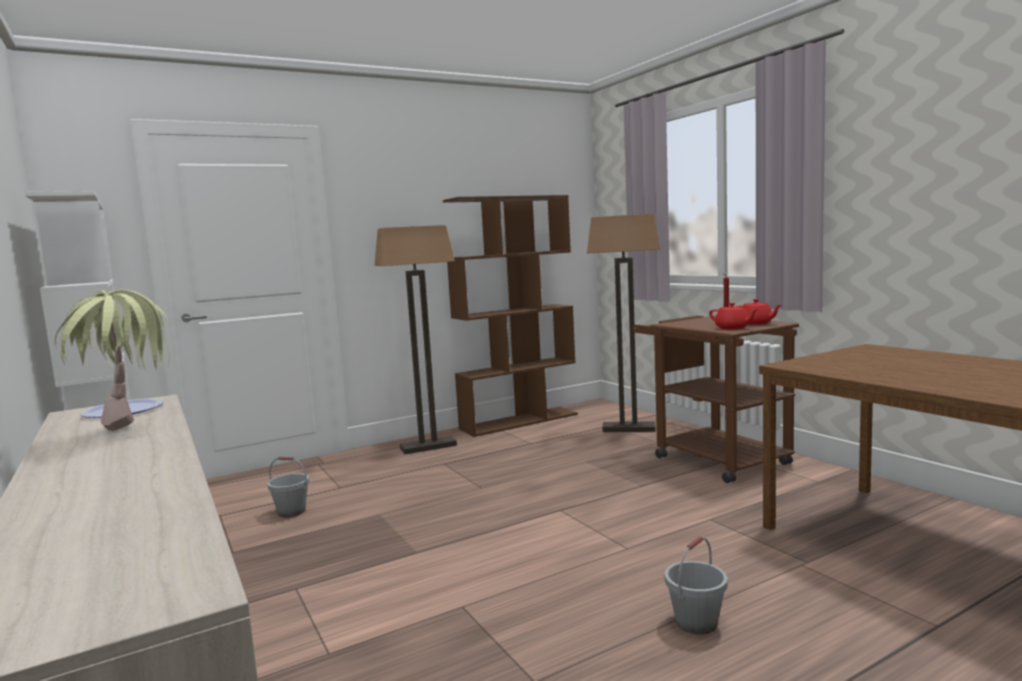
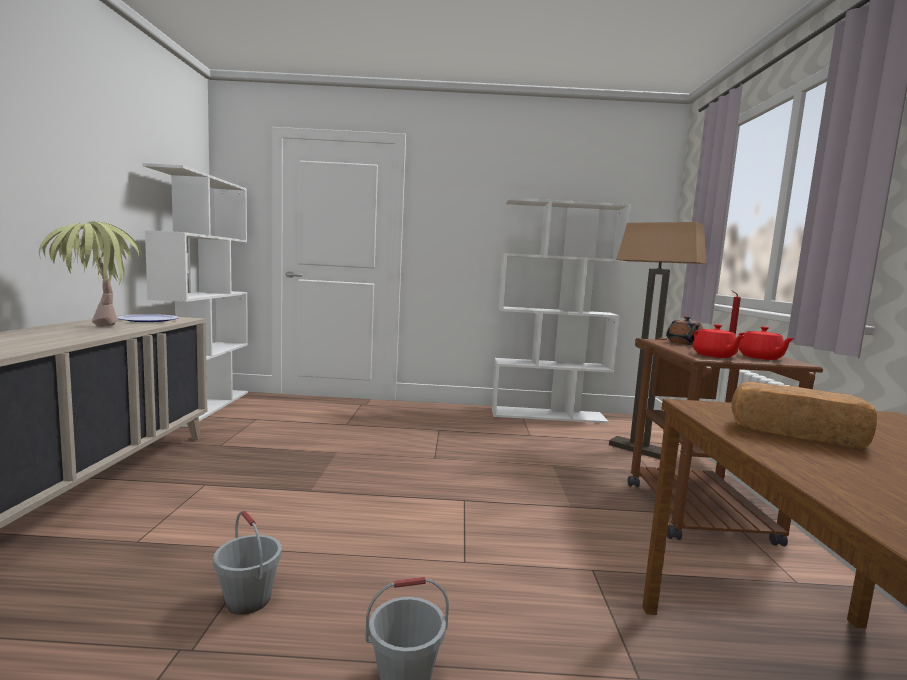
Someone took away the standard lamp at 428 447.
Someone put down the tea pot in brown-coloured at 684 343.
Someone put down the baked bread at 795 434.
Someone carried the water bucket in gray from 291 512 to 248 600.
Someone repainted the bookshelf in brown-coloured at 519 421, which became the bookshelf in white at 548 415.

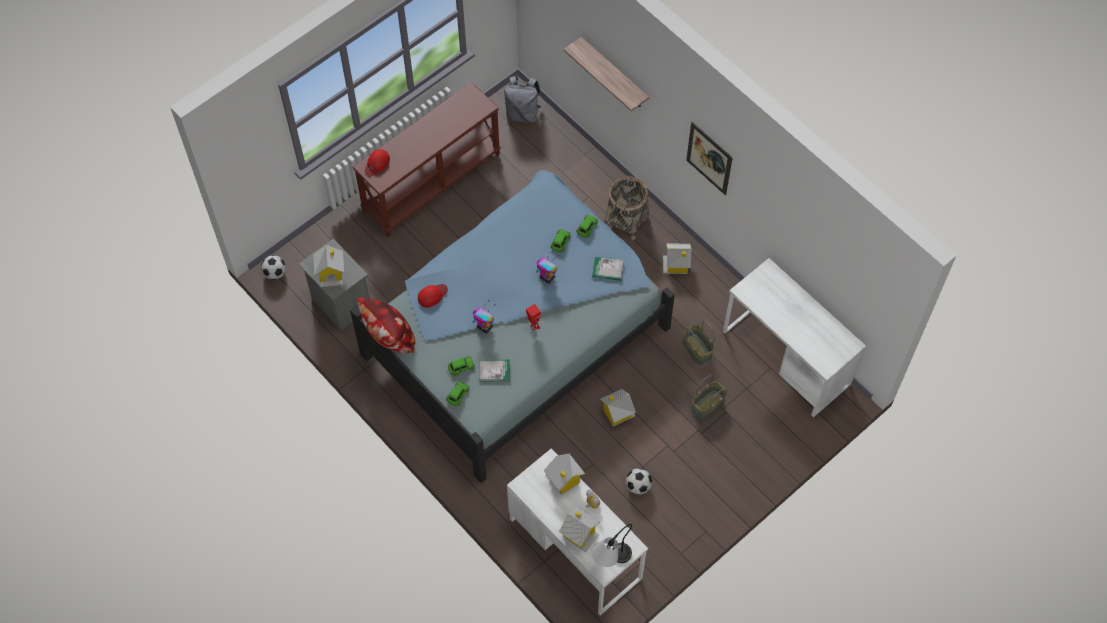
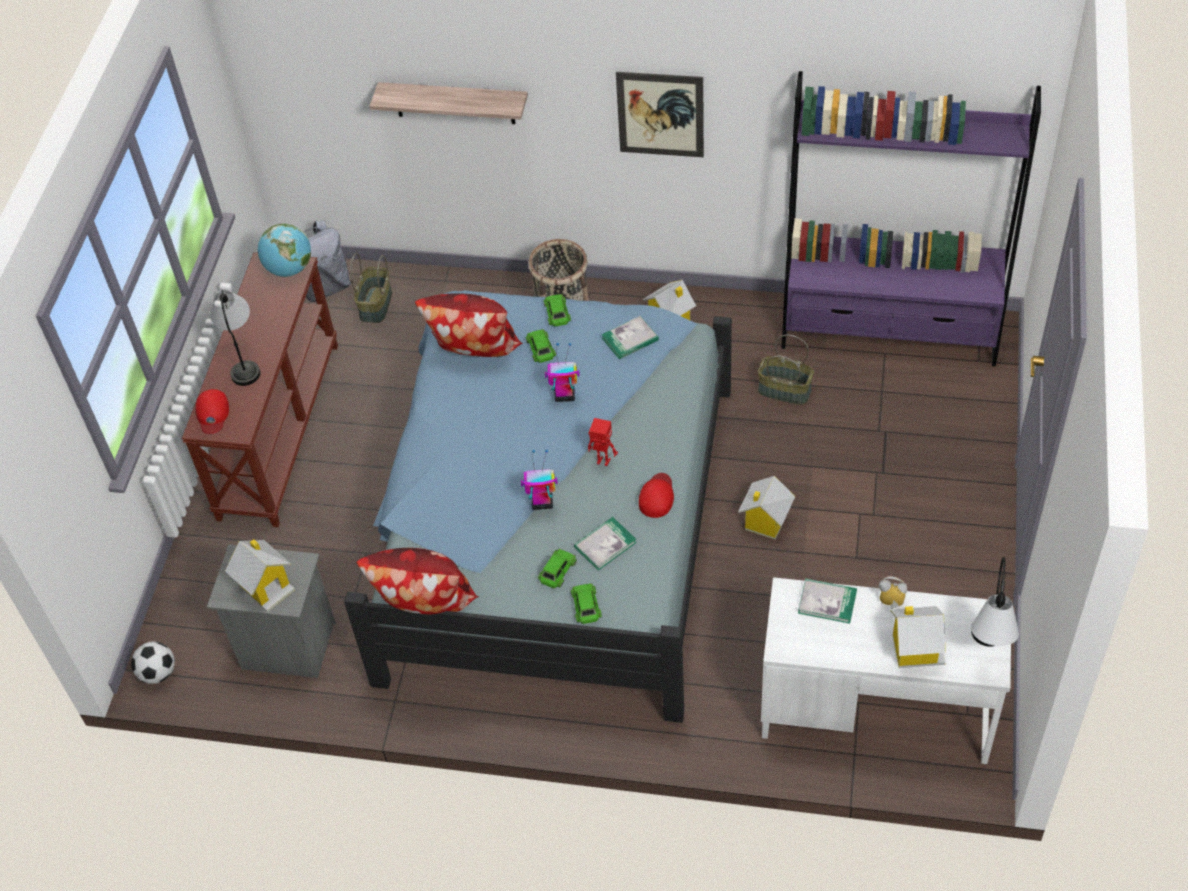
Someone took away the football at 638 486.
Someone put down the tabletop lamp at 244 359.
Someone put down the globe at 289 269.
Someone put down the throw pillow at 475 350.
Someone carried the peaked cap in red-coloured from 432 295 to 657 496.
Someone carried the storage basket from 708 406 to 376 305.
Someone swapped the miniature house at 563 480 for the bound book at 827 602.
Someone swapped the desk table in white at 786 358 for the bookshelf in purple at 890 332.

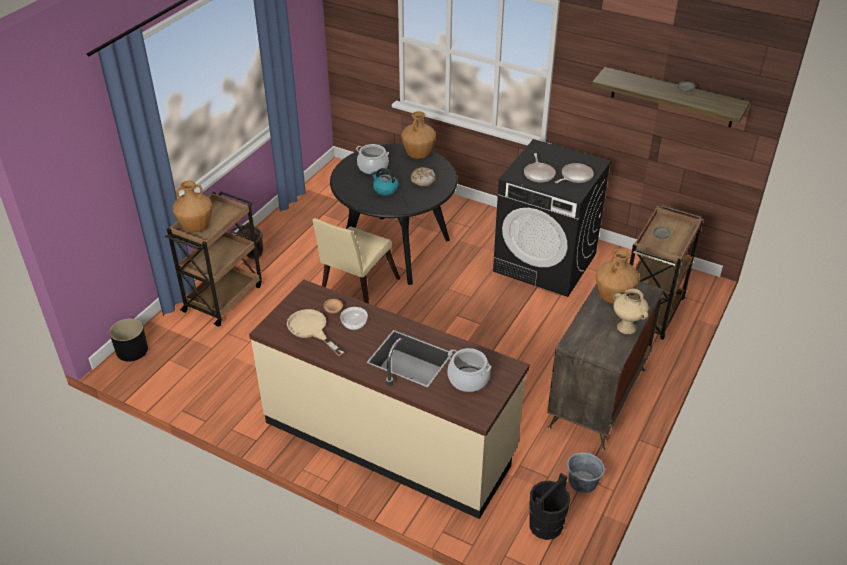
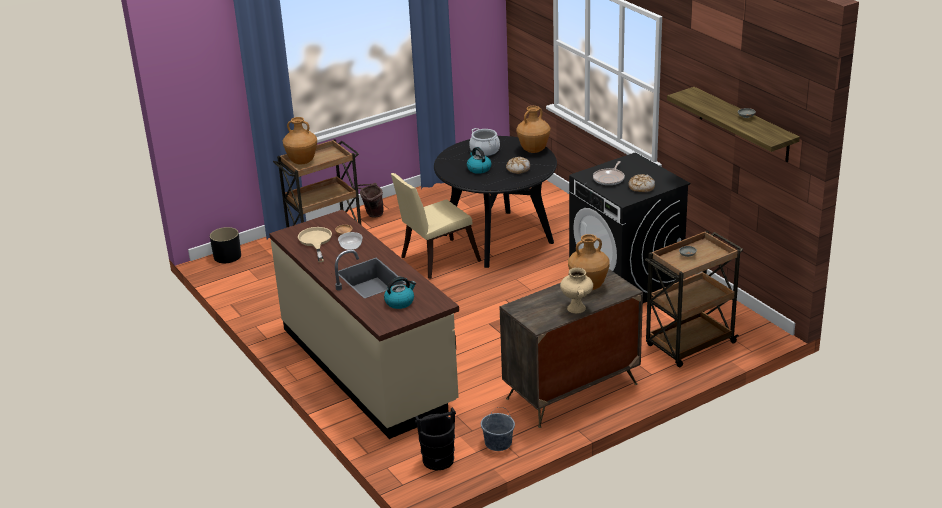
Someone swapped the stockpot at 468 379 for the kettle at 400 302.
Someone swapped the pan at 575 176 for the baked bread at 641 187.

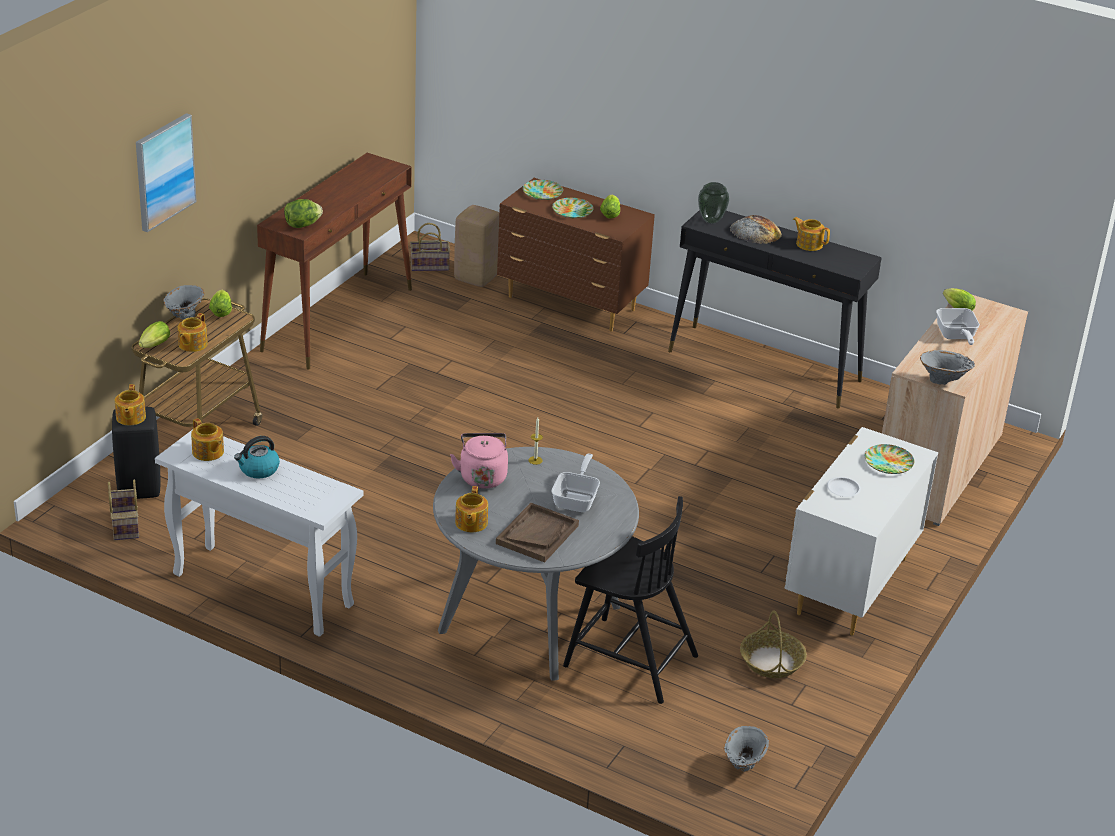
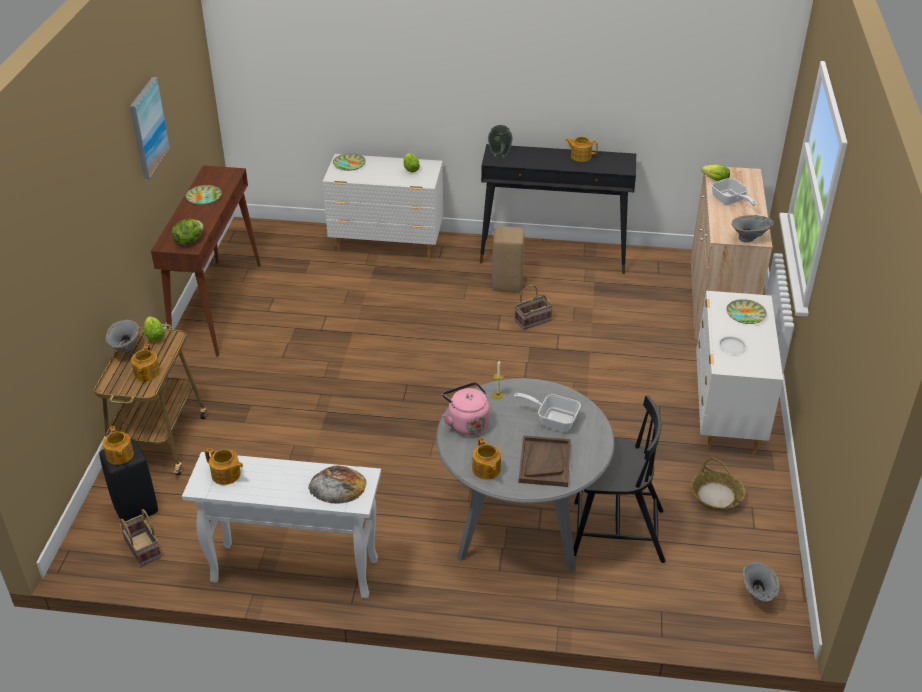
Someone took away the lettuce at 153 346.
Someone took away the kettle at 258 469.
Someone carried the wall art from 164 171 to 148 127.
Someone carried the storage basket from 430 265 to 533 320.
Someone carried the stool seat in beige-coloured from 476 277 to 506 284.
Someone carried the dinner plate from 573 211 to 204 197.
Someone carried the baked bread from 755 232 to 337 485.
Someone repainted the drawer chest in brown-coloured at 571 304, which became the drawer chest in white at 387 245.
Someone rotated the pan at 577 499 by 60 degrees counterclockwise.

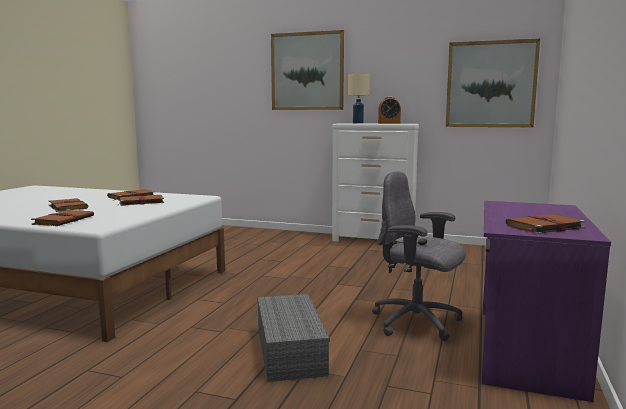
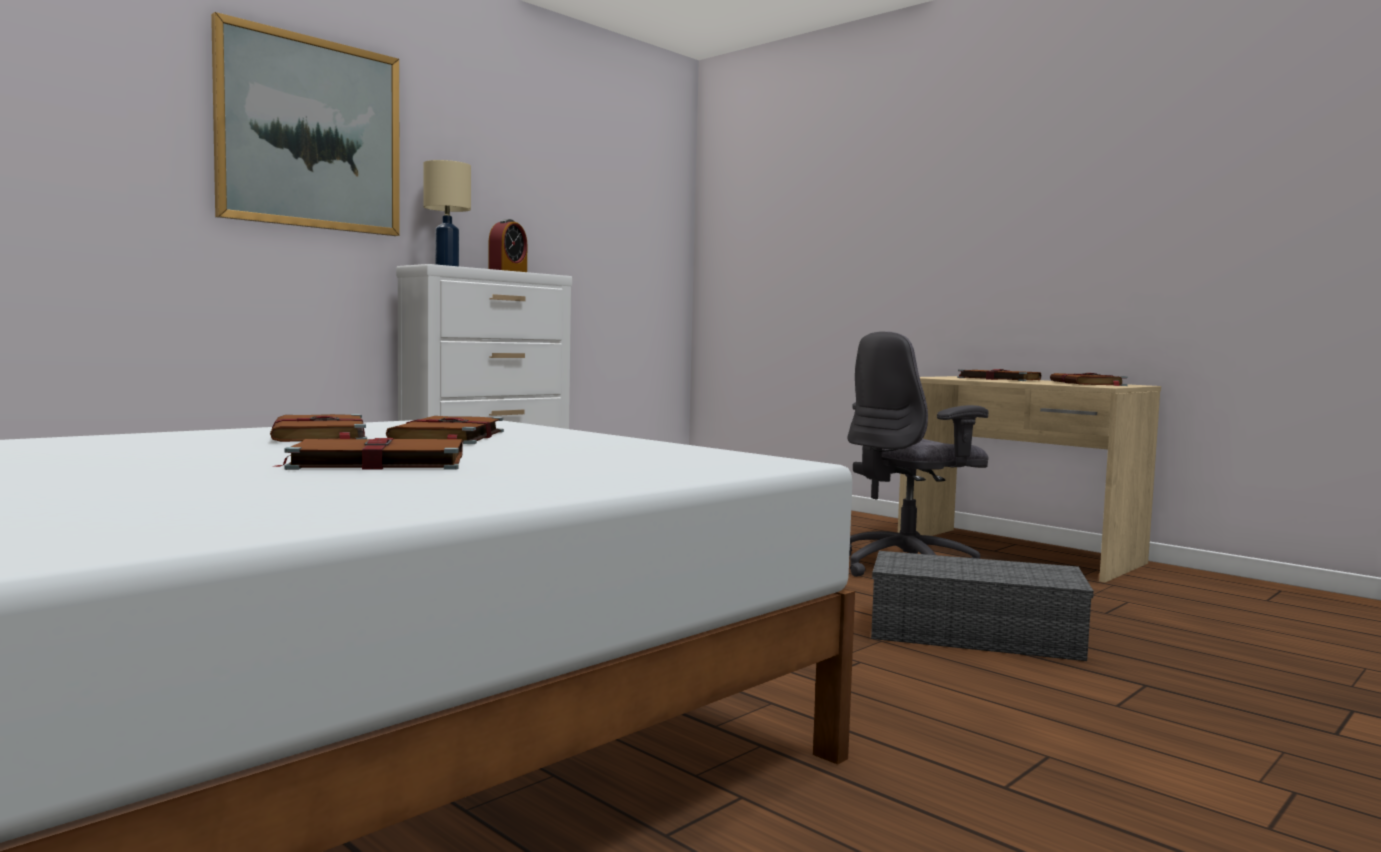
Someone took away the wall art at 490 84.
Someone carried the bound book in brown-coloured from 64 220 to 997 379.
Someone repainted the desk table in purple at 525 349, which became the desk table in beige-coloured at 1017 553.

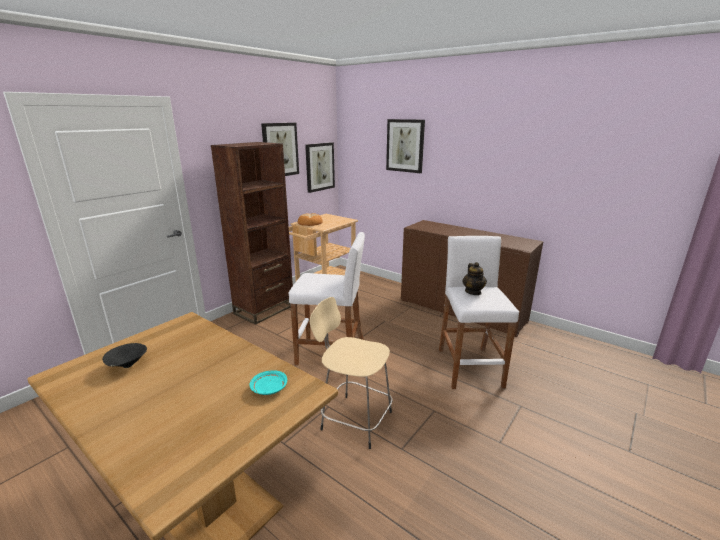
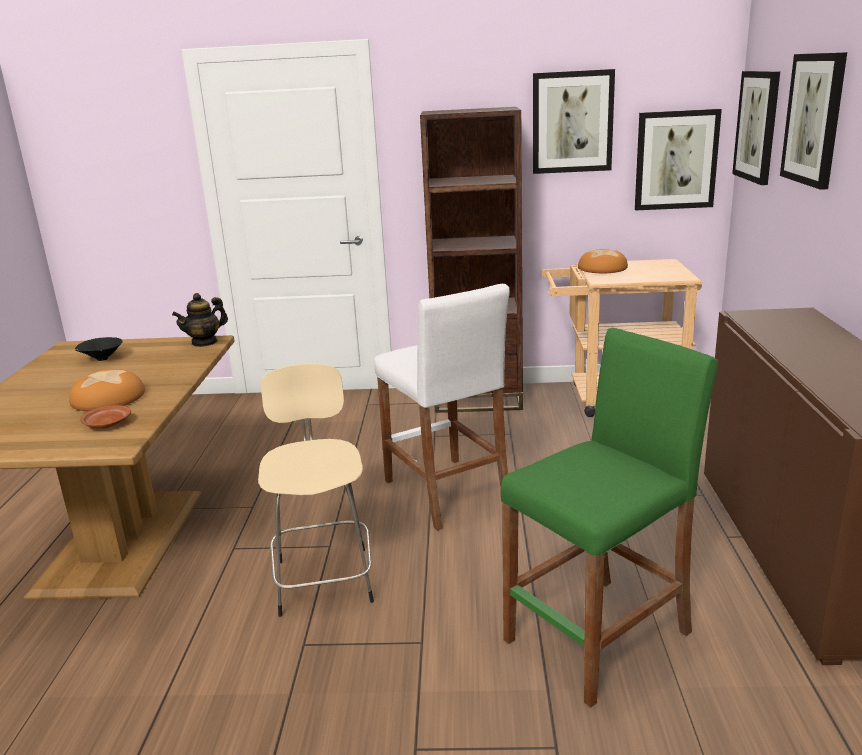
Someone put down the baked bread at 107 398.
Someone put up the wall art at 757 126.
Someone carried the tea pot from 473 292 to 205 342.
Someone repainted the dinner plate in turquoise at 269 388, which became the dinner plate in brown-coloured at 107 424.
Someone repainted the stool seat in white at 469 367, which became the stool seat in green-coloured at 599 636.

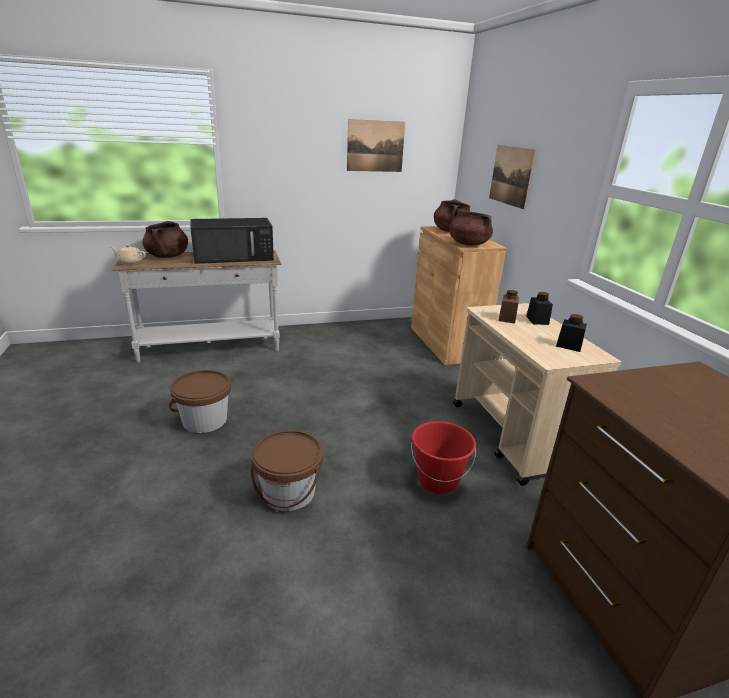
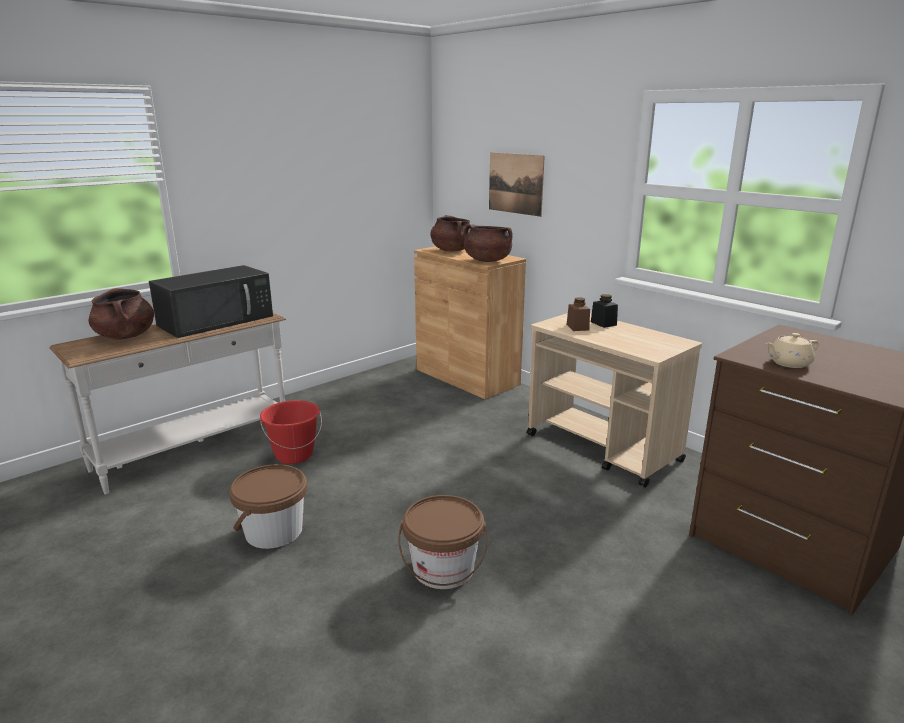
Someone took away the wall art at 375 146.
Someone took away the storage jar in blackish at 568 345.
Someone carried the tea pot in beige-coloured from 130 262 to 788 363.
Someone carried the water bucket in red-coloured from 437 481 to 294 455.

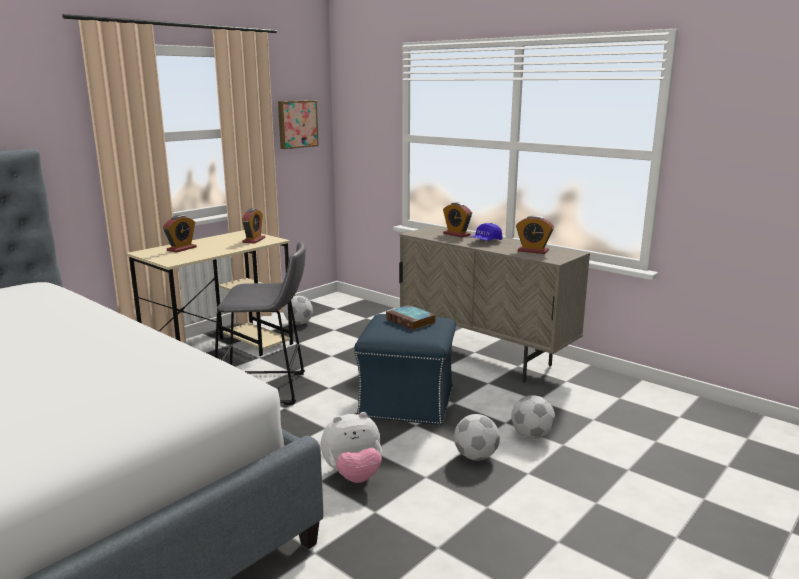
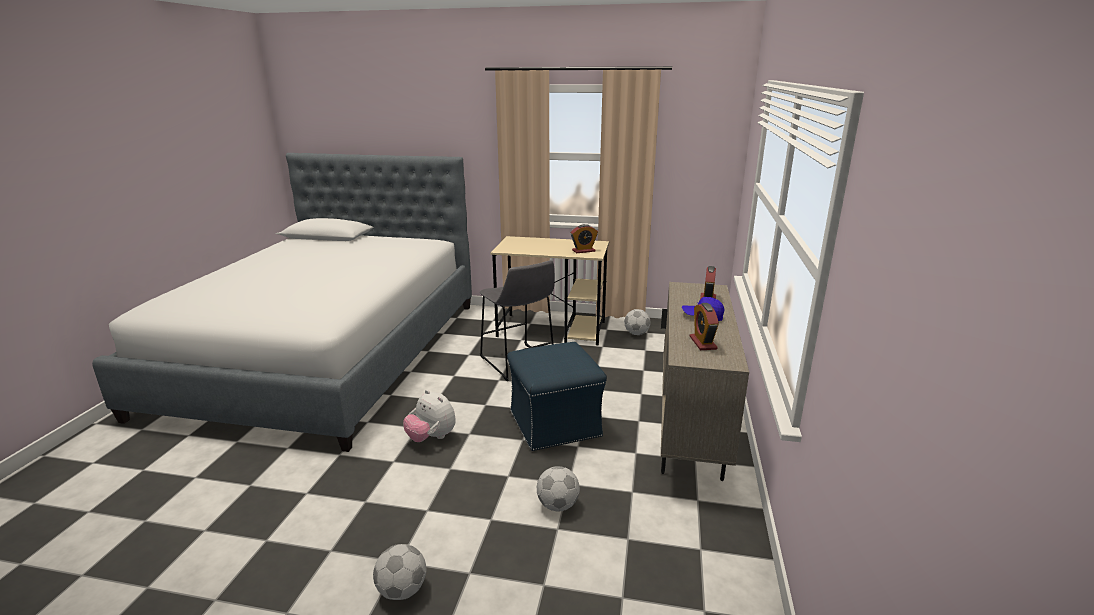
Someone took away the alarm clock at 181 249.
Someone took away the wall art at 297 124.
Someone took away the bound book at 411 321.
Someone carried the football from 476 457 to 401 590.

